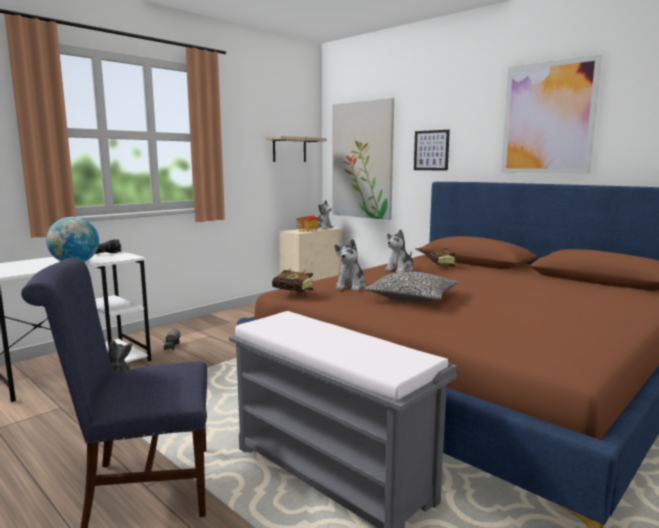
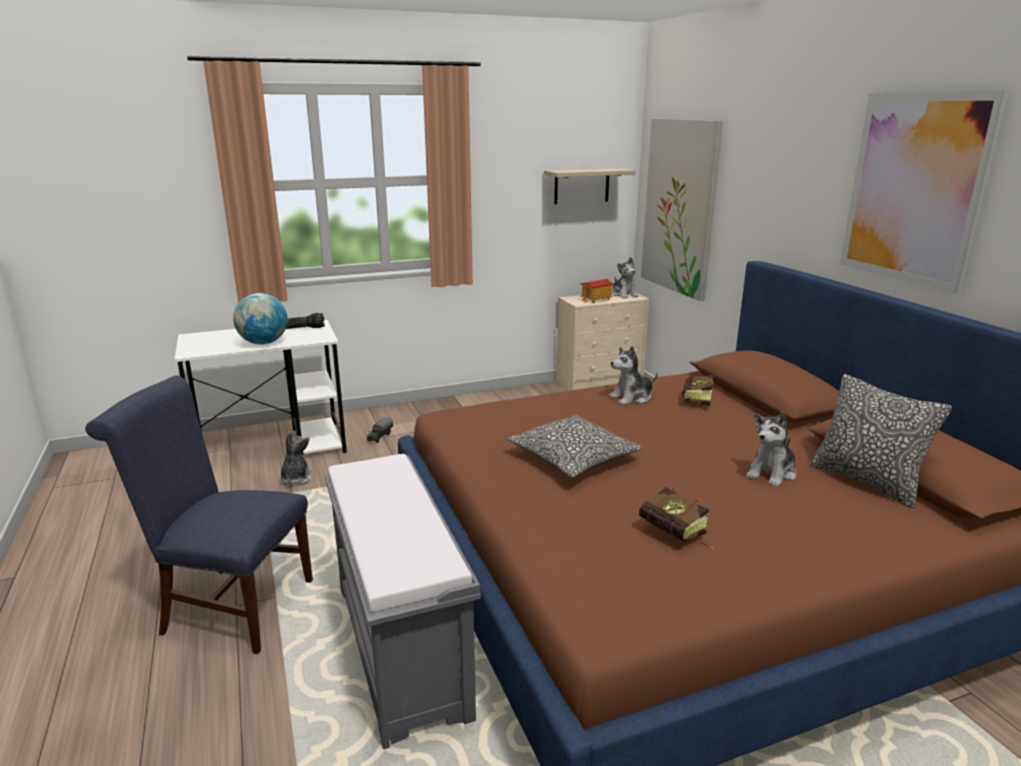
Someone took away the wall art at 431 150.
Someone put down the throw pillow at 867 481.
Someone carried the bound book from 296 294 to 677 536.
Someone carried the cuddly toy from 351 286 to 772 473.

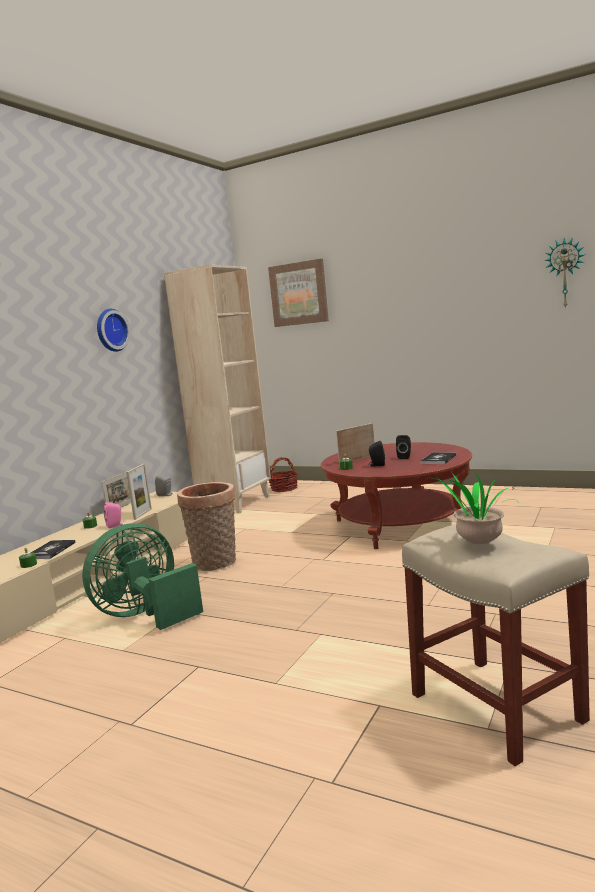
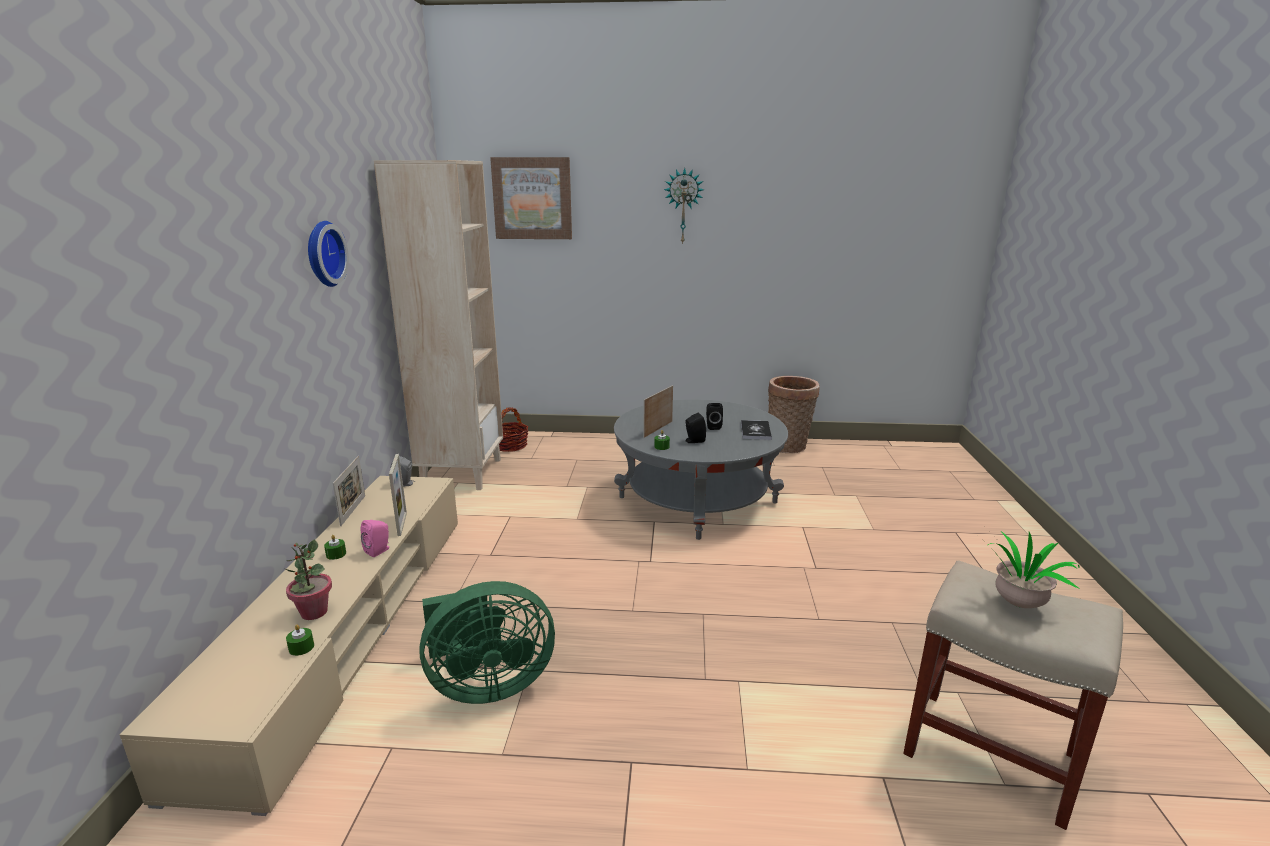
Someone carried the storage basket from 215 564 to 788 447.
Someone carried the clock on the wall from 565 273 to 683 206.
Someone swapped the bound book at 51 550 for the houseplant at 314 612.
Someone repainted the lounge table in red-coloured at 399 524, which became the lounge table in gray at 697 499.
Someone rotated the electric fan in green-coloured at 145 615 by 135 degrees counterclockwise.

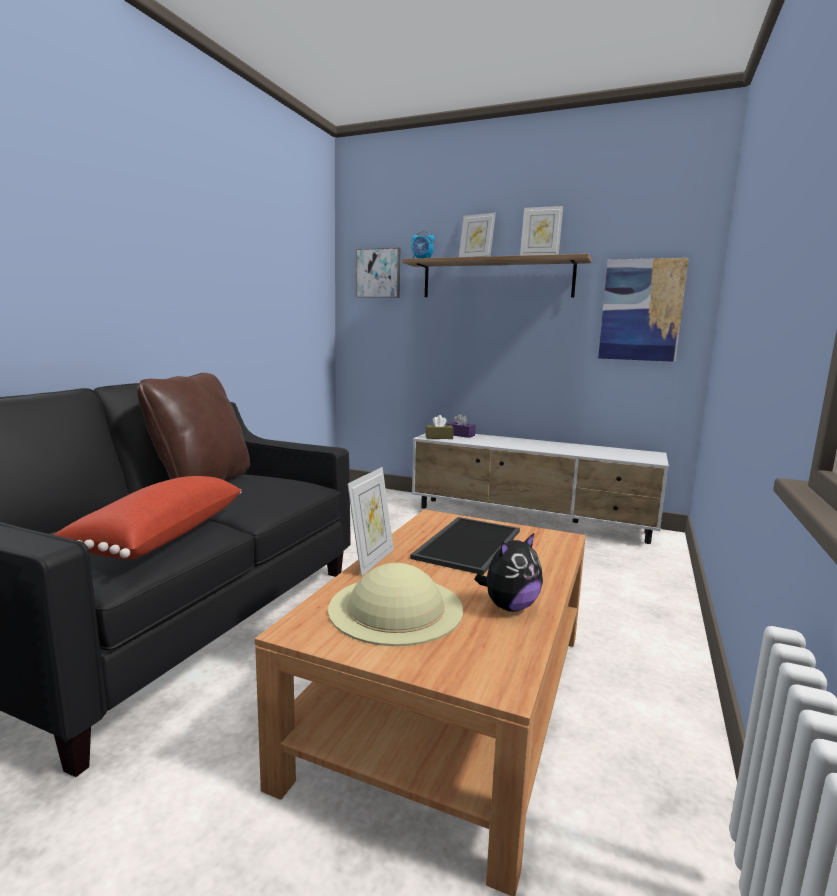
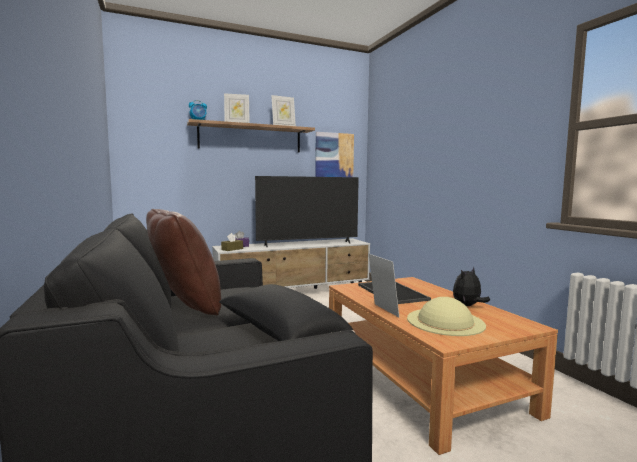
Someone took away the wall art at 378 273.
Someone put down the TV set at 308 244.
Someone repainted the throw pillow in red-coloured at 159 536, which became the throw pillow in blackish at 279 334.
Someone rotated the cuddly toy at 509 606 by 135 degrees counterclockwise.

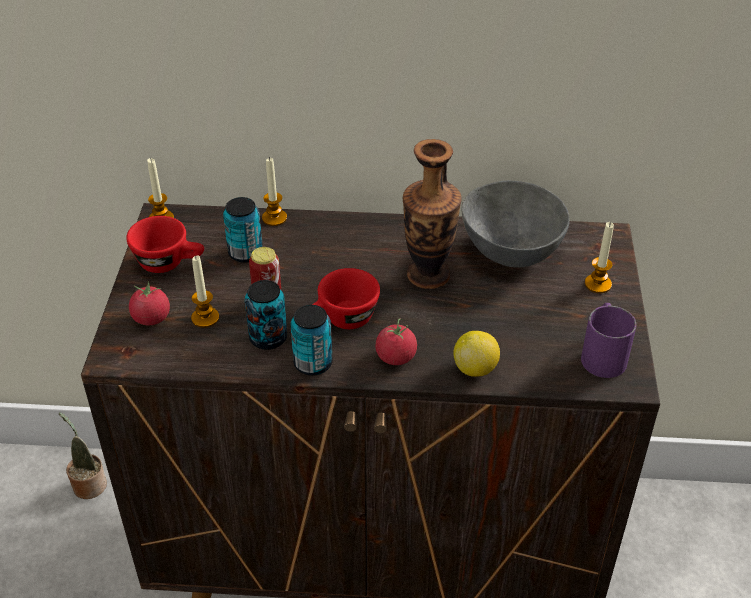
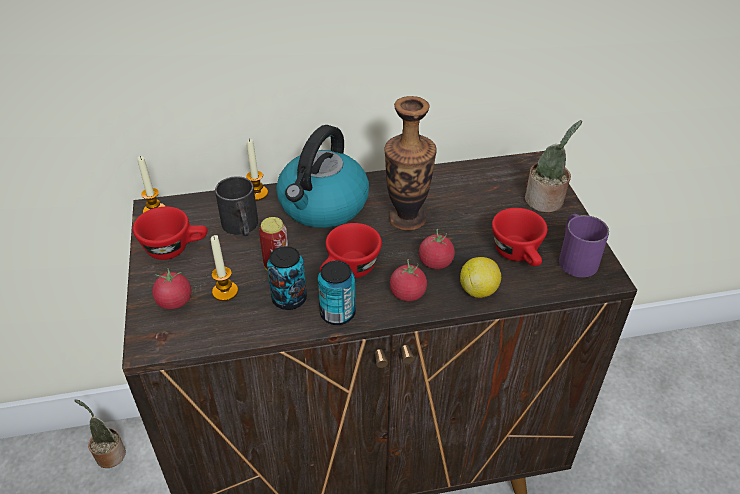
Someone took away the deep dish in gray at 510 249.
Someone put down the kettle at 323 206.
Someone put down the fresh tomato at 435 262.
Someone put down the small cup in red-coloured at 519 255.
Someone swapped the metal can at 245 253 for the mug in blackish at 242 227.
Someone swapped the wax light at 598 284 for the houseplant at 545 202.

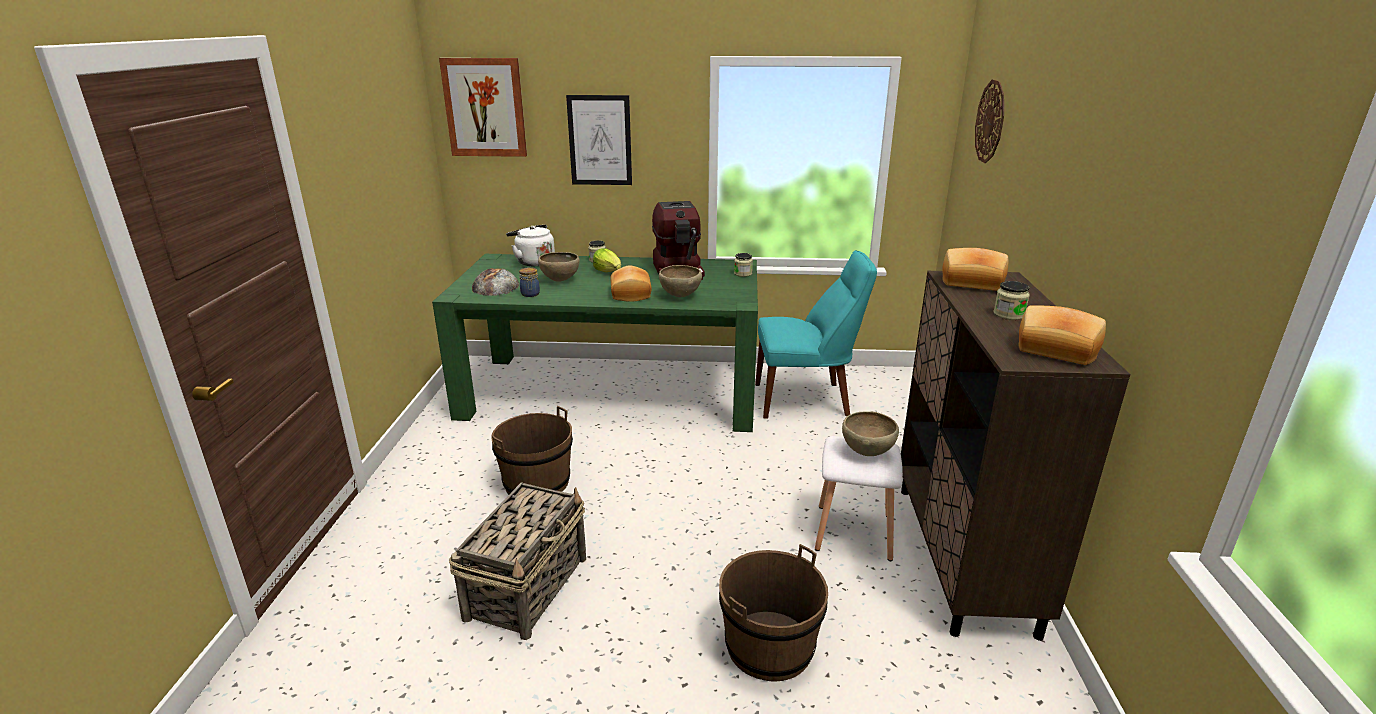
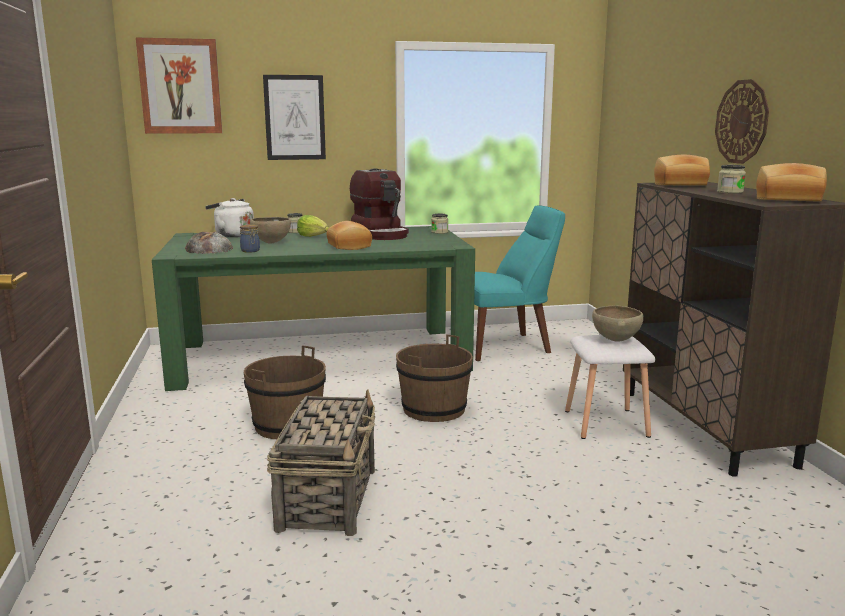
Someone took away the deep dish in brown-coloured at 680 296.
Someone carried the water bucket in brown-coloured from 769 647 to 434 409.
Someone carried the clock on the wall from 990 121 to 742 122.

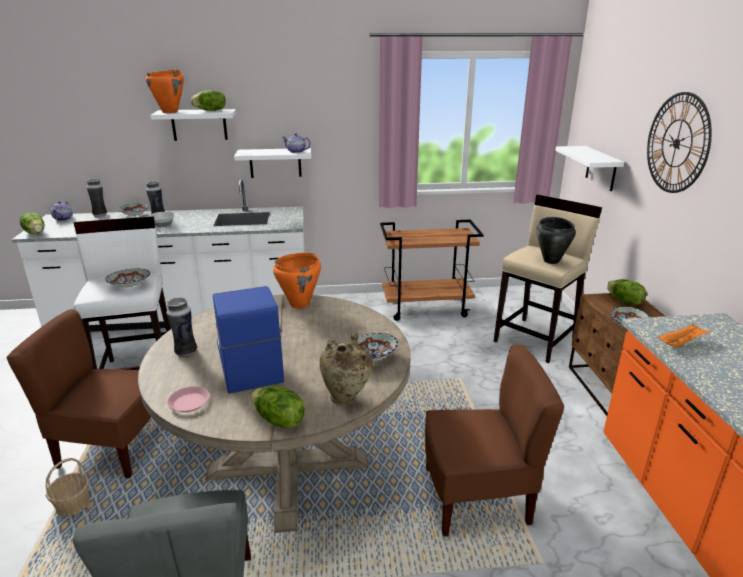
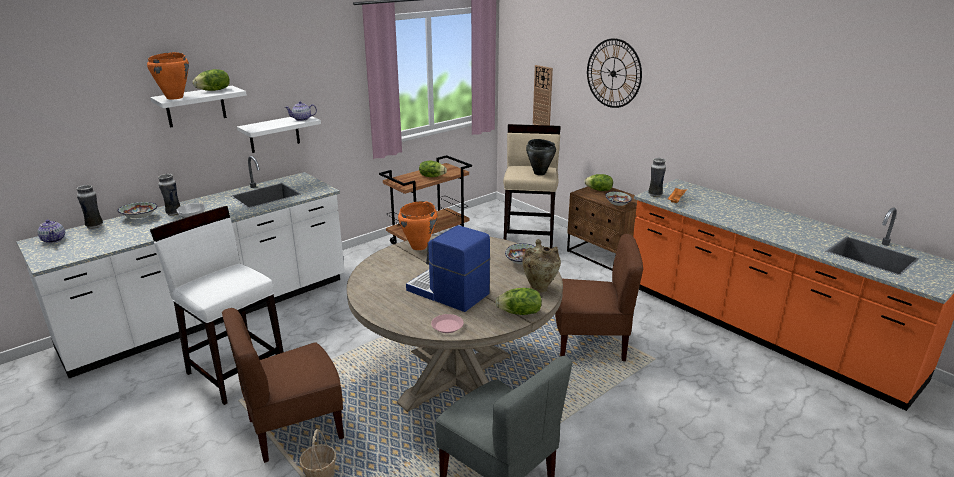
Someone took away the deep dish at 130 286.
Someone carried the lettuce from 36 233 to 432 176.
Someone carried the vase from 185 353 to 654 195.
Someone swapped the shelf in white at 601 168 for the clock on the wall at 543 97.
Someone rotated the plain chair in brown-coloured at 477 497 by 45 degrees clockwise.

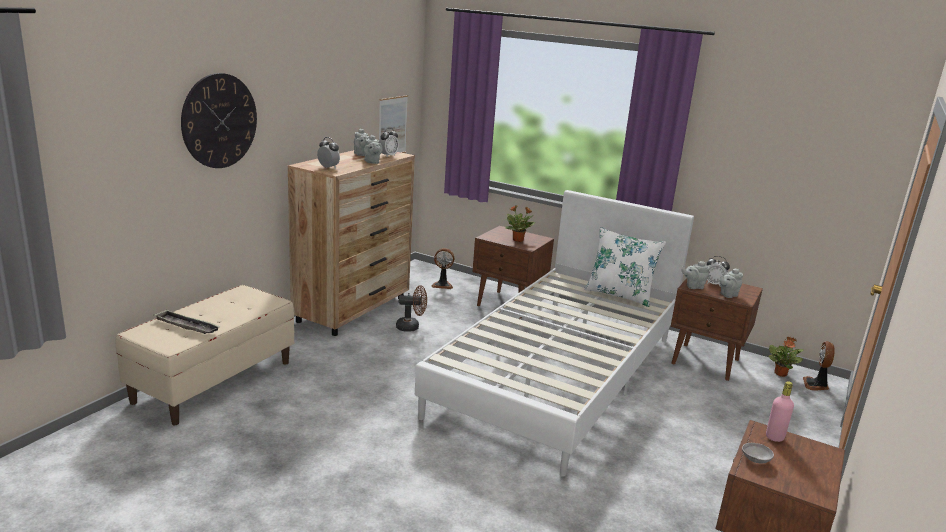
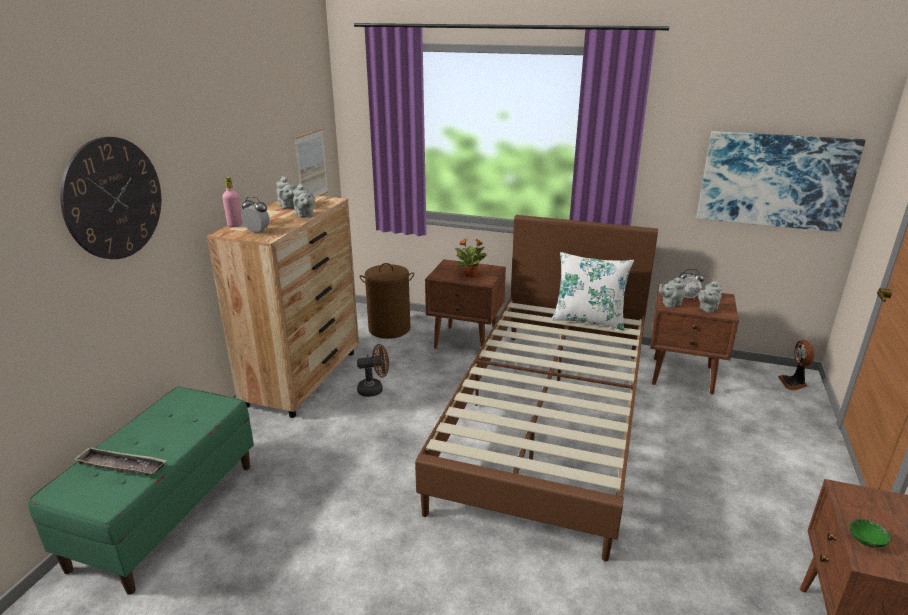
Someone took away the alarm clock at 388 155.
Someone took away the houseplant at 780 373.
Someone put up the wall art at 775 180.
Someone carried the beverage bottle in pink-coloured from 774 437 to 235 225.
Someone swapped the electric fan at 442 285 for the washing basket in brown-coloured at 389 329.
Someone repainted the bench in beige-coloured at 214 381, which became the bench in green-coloured at 166 513.
Someone repainted the sleeping bed in white at 558 374, which became the sleeping bed in brown-coloured at 548 420.
Someone repainted the deep dish in gray at 755 459, which became the deep dish in green-coloured at 866 540.

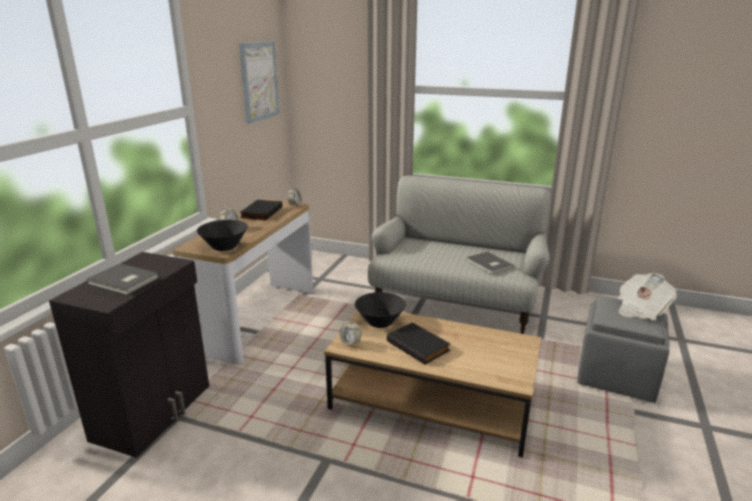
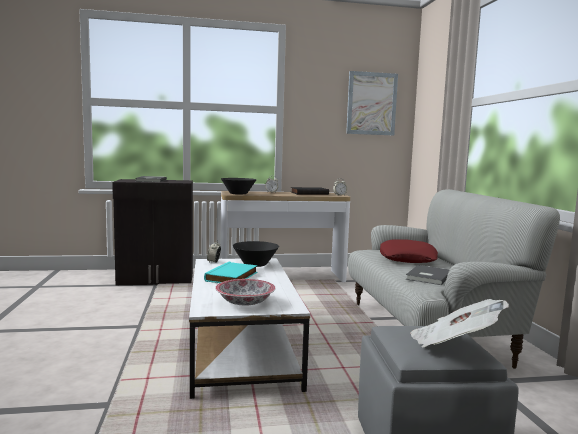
Someone put down the deep dish at 245 302.
Someone put down the throw pillow in red-coloured at 407 258.
Someone repainted the lounge table in brown-coloured at 432 401, which became the lounge table in white at 242 347.
Someone repainted the bound book in blackish at 419 345, which became the bound book in turquoise at 232 277.

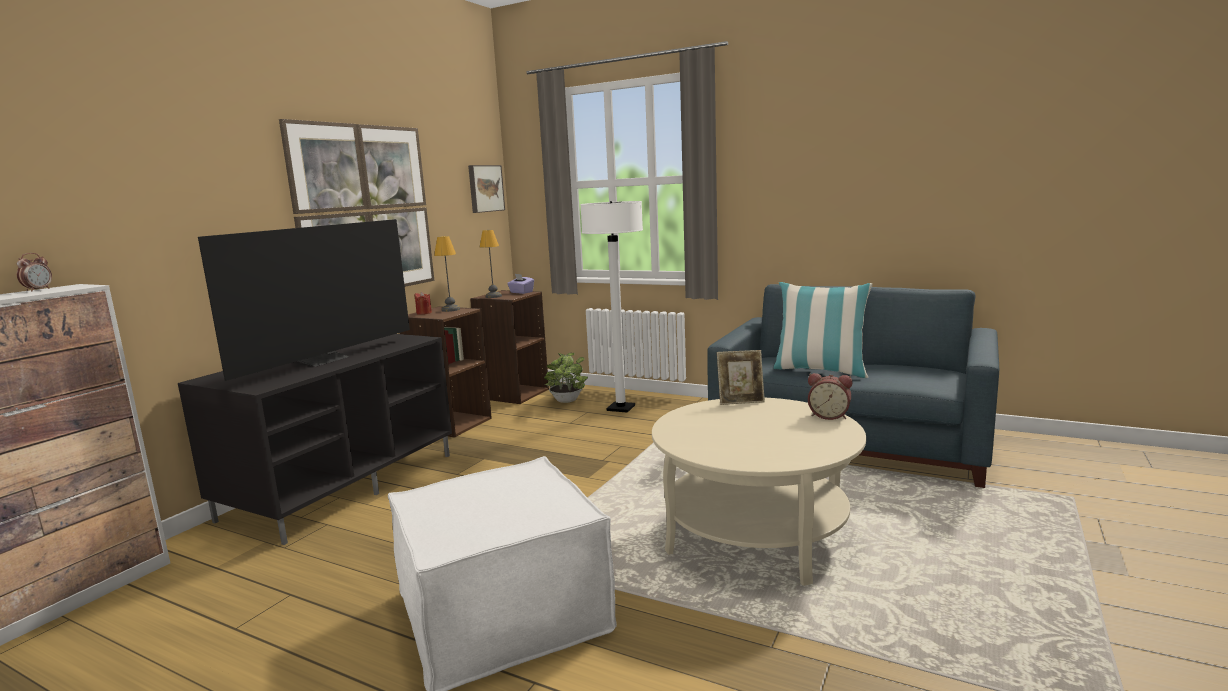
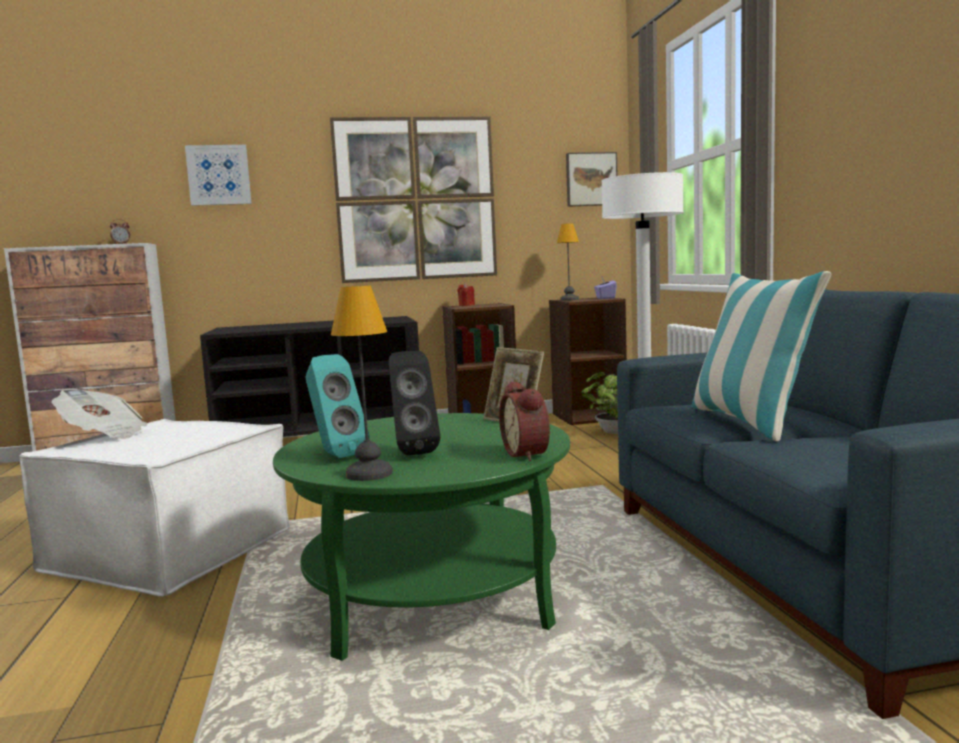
Someone took away the TV set at 323 360.
Someone put down the printed paper at 104 435.
Someone put up the wall art at 219 175.
Someone put down the speaker in turquoise at 335 455.
Someone put down the speaker in blackish at 413 451.
Someone carried the tabletop lamp from 451 310 to 369 474.
Someone repainted the lounge table in beige-coloured at 756 535, which became the lounge table in green-coloured at 433 597.

